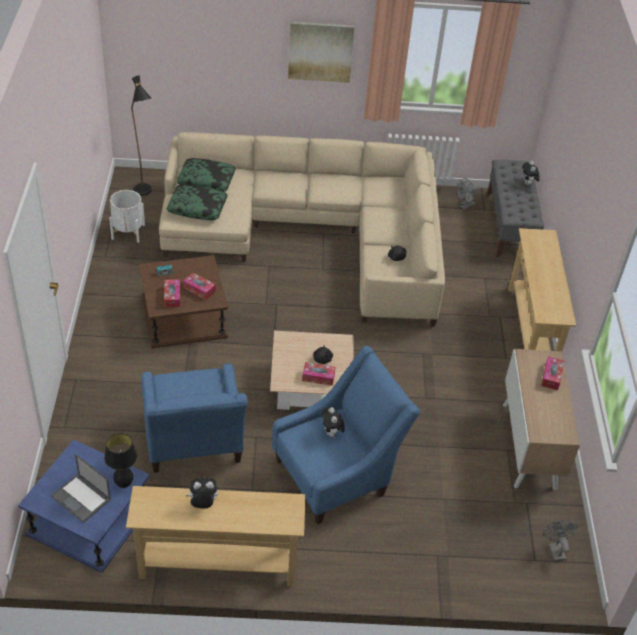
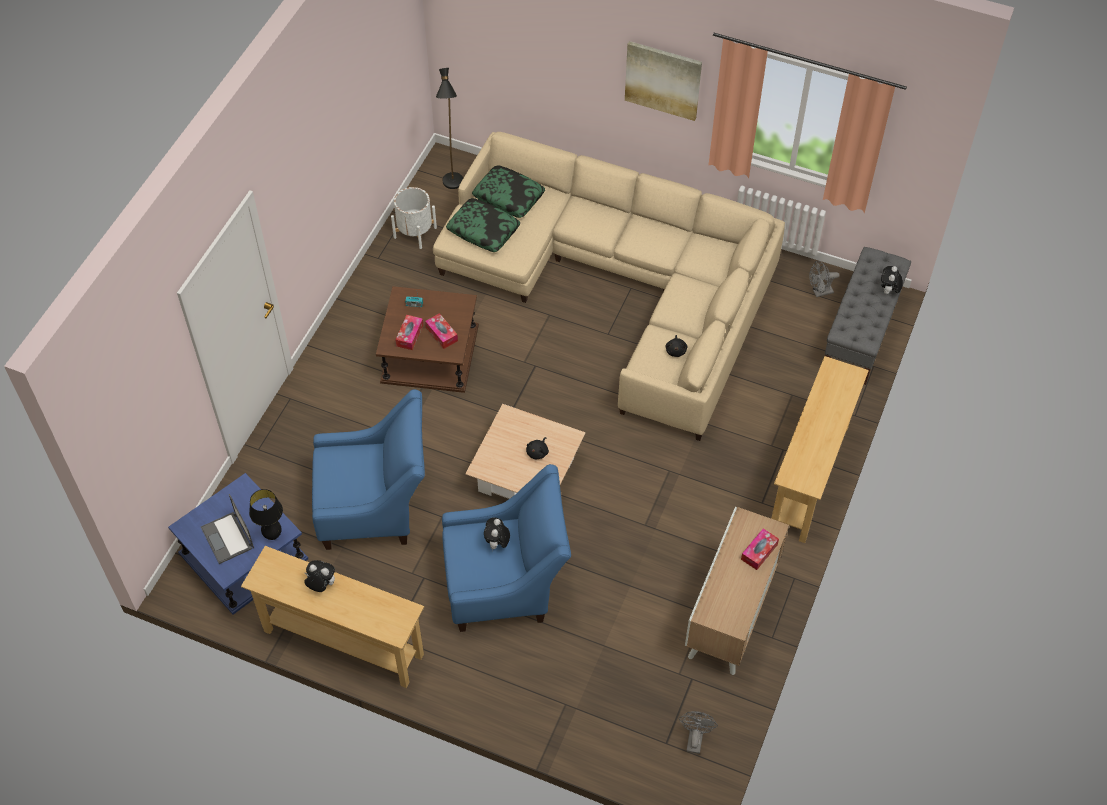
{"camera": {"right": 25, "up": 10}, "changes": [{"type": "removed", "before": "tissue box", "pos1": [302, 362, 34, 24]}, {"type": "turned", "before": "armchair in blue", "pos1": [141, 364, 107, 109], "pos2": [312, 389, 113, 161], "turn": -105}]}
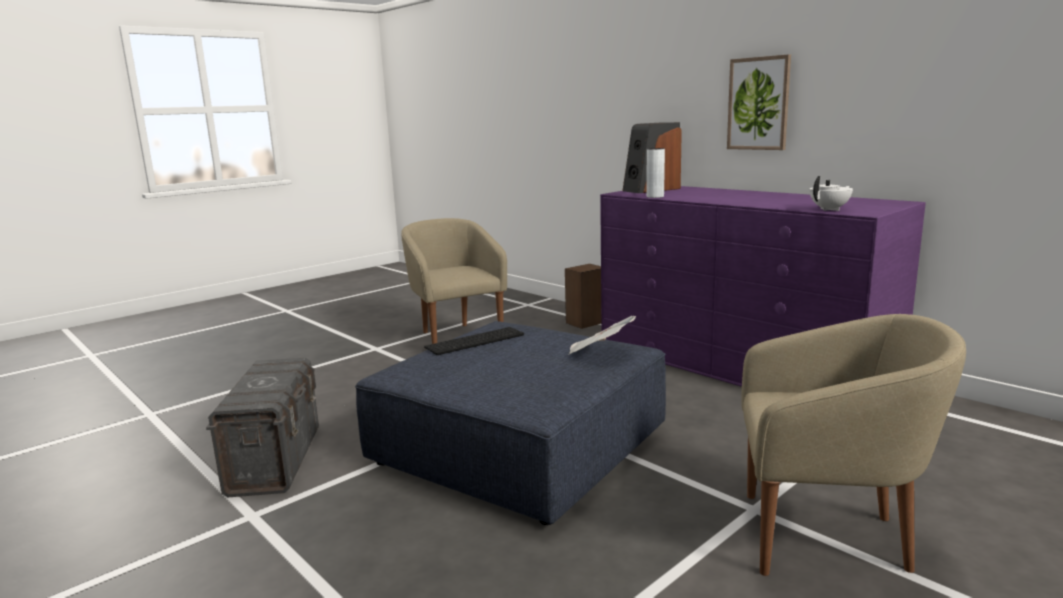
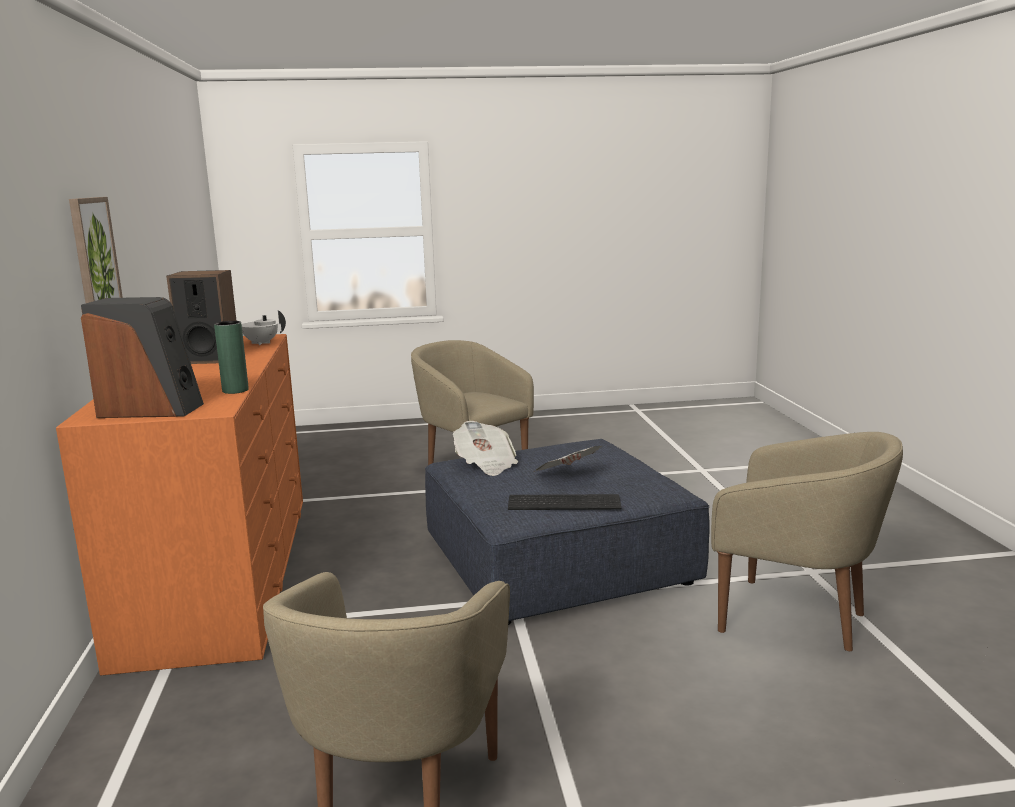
{"camera": {"right": -145, "up": 0}, "changes": [{"type": "added", "after": "newspaper", "pos2": [533, 446, 69, 26]}, {"type": "moved", "before": "speaker", "pos1": [565, 264, 36, 65], "pos2": [166, 270, 70, 94]}, {"type": "replaced", "before": "storage box in grey", "after": "armchair in beige", "pos1": [206, 358, 113, 139], "pos2": [711, 432, 192, 219]}, {"type": "recoloured", "before": "dresser in purple", "after": "dresser in orange", "pos1": [600, 186, 326, 201], "pos2": [56, 334, 247, 342]}, {"type": "recoloured", "before": "vase in grey", "after": "vase in green", "pos1": [646, 148, 19, 50], "pos2": [214, 321, 35, 73]}]}
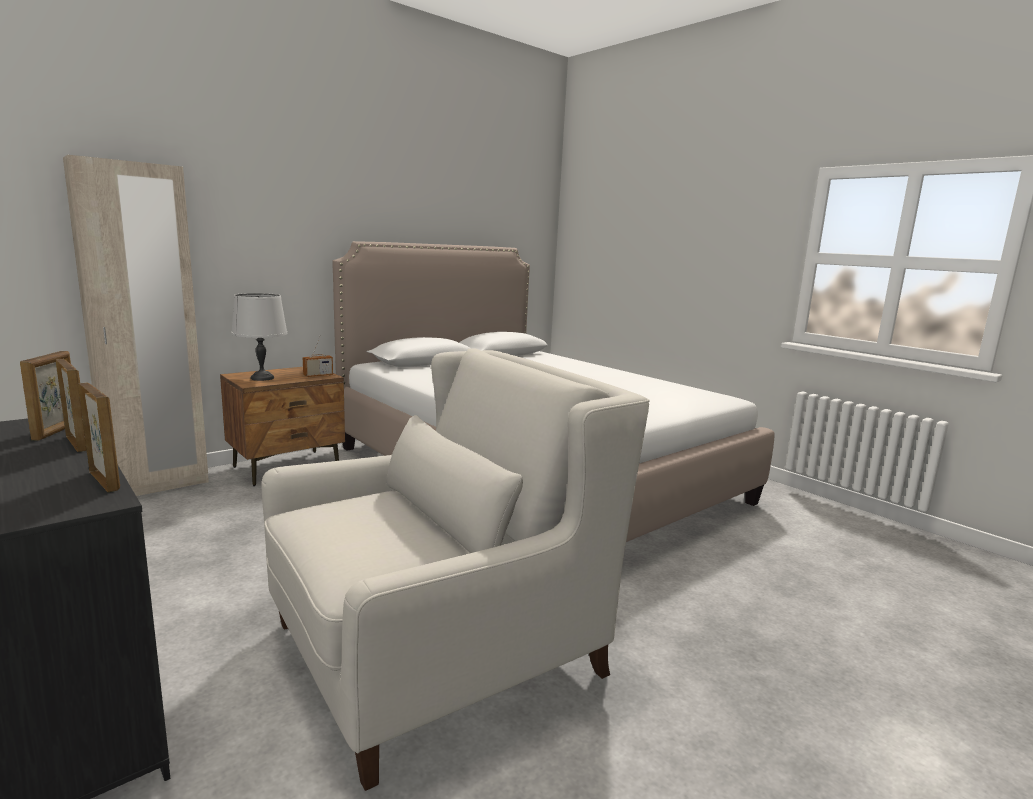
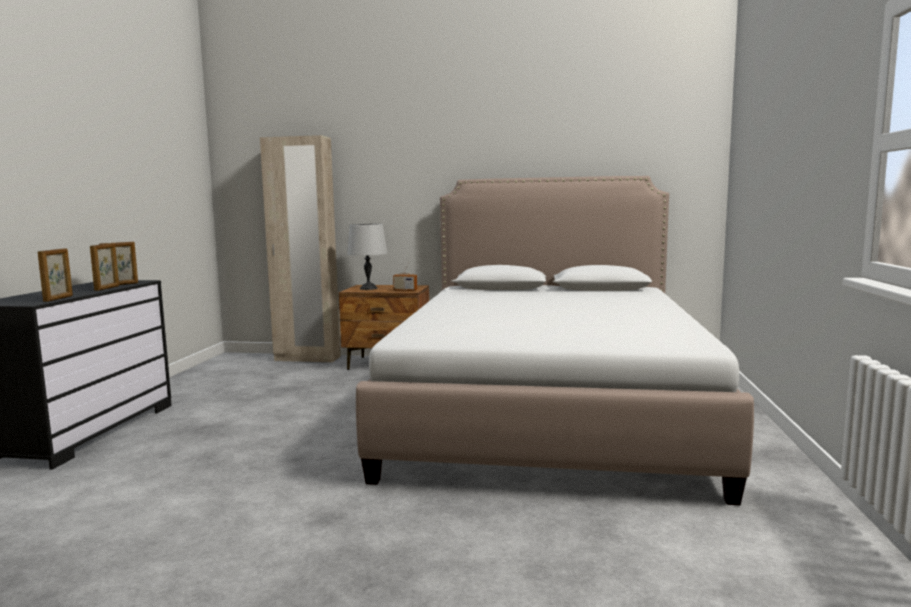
{"camera": {"right": 50, "up": -5}, "changes": [{"type": "removed", "before": "armchair in white", "pos1": [261, 348, 389, 443]}]}
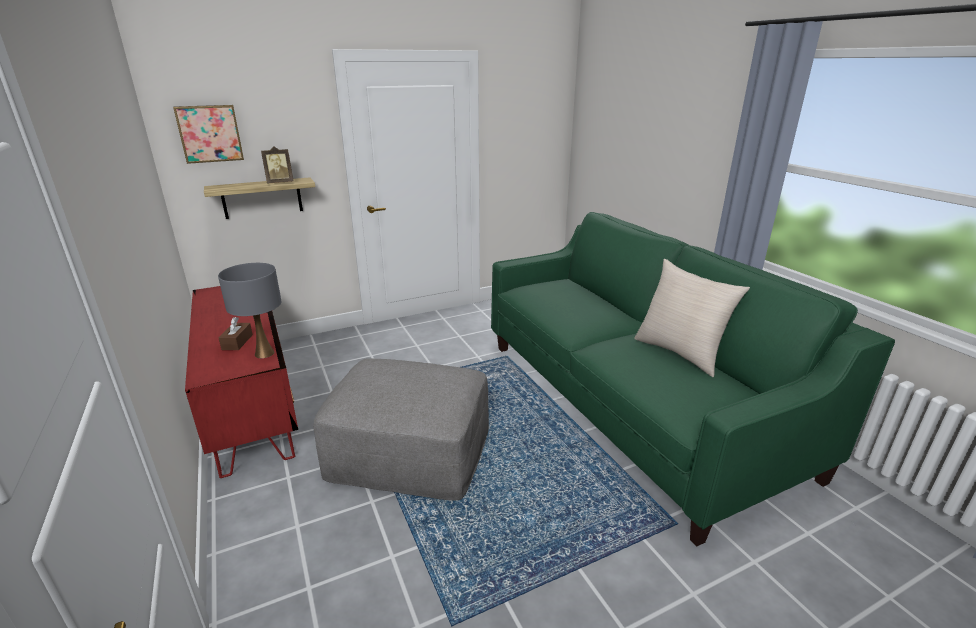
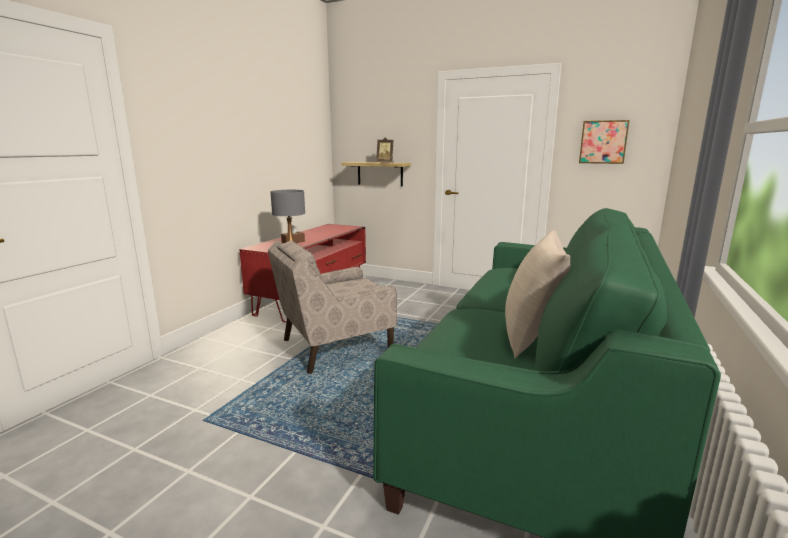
{"camera": {"right": 50, "up": -10}, "changes": [{"type": "moved", "before": "picture", "pos1": [173, 105, 71, 59], "pos2": [579, 120, 51, 44]}, {"type": "replaced", "before": "ottoman in grey", "after": "armchair in beige", "pos1": [313, 359, 176, 141], "pos2": [268, 241, 129, 133]}]}
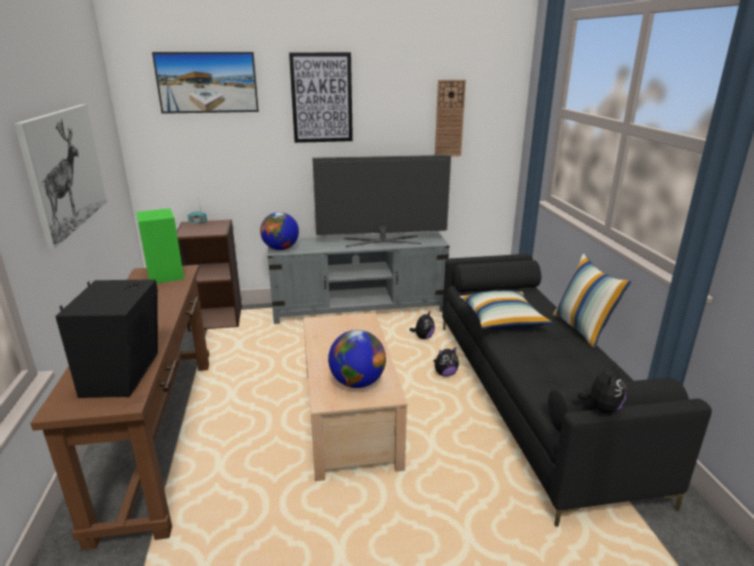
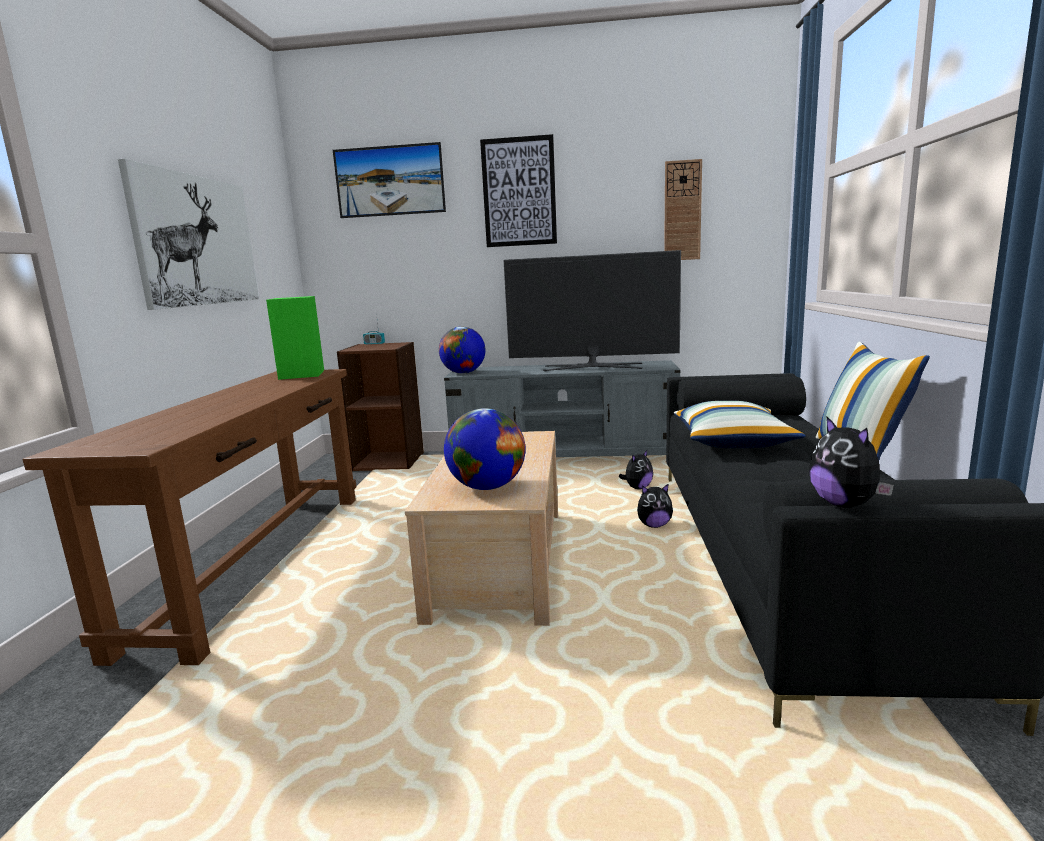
{"camera": {"right": 15, "up": -10}, "changes": [{"type": "removed", "before": "speaker in black", "pos1": [55, 279, 103, 119]}, {"type": "turned", "before": "plush toy", "pos1": [577, 362, 49, 52], "pos2": [809, 416, 85, 92], "turn": 120}]}
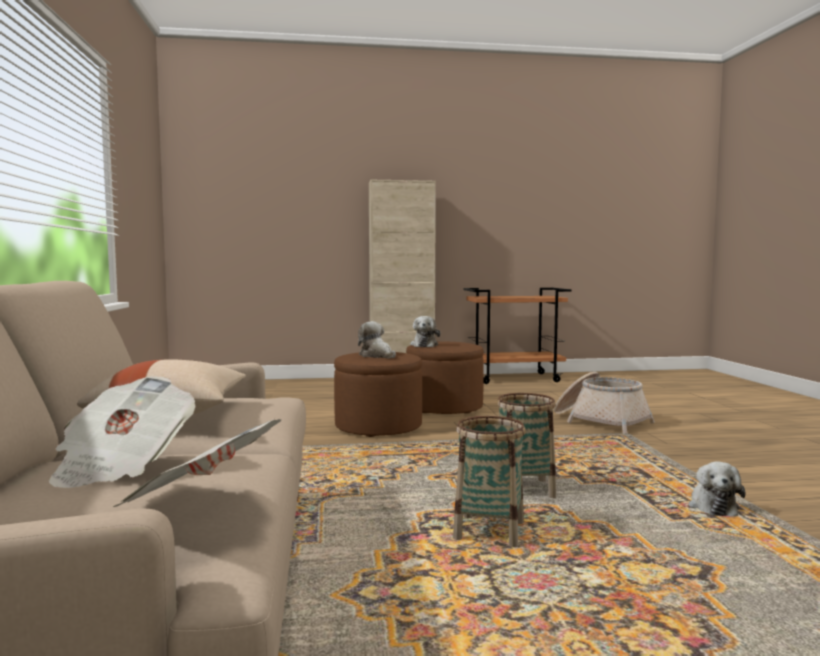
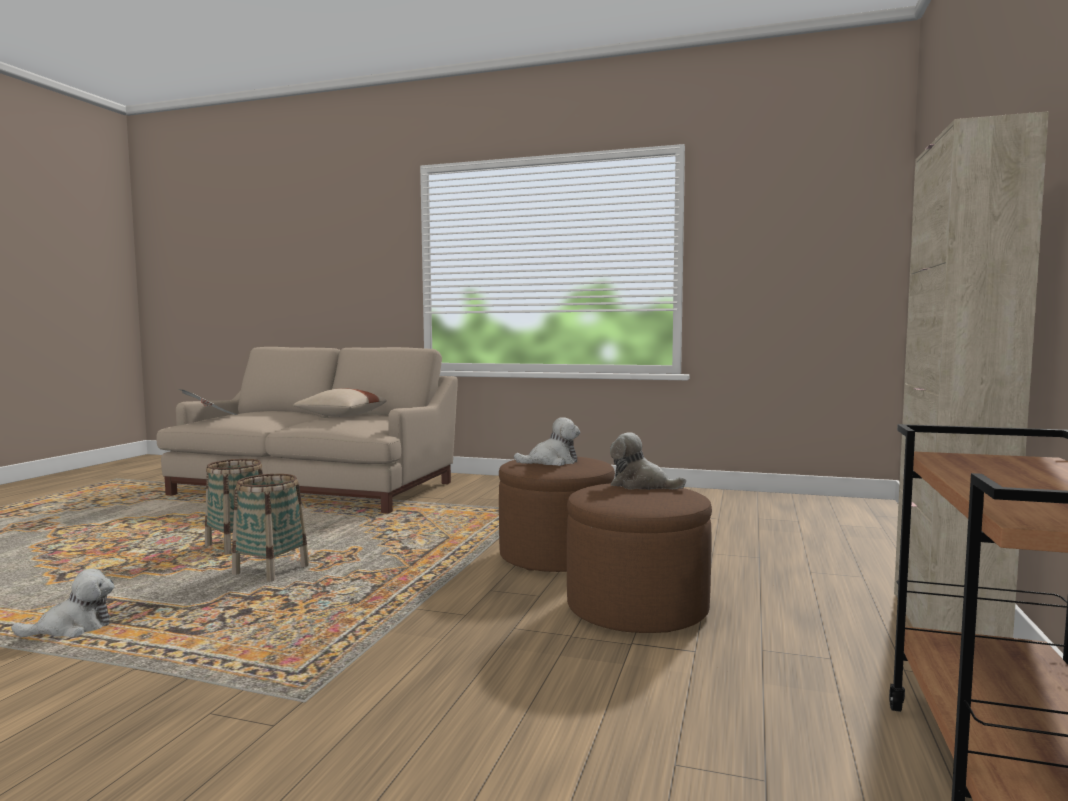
{"camera": {"right": 115, "up": 0}, "changes": [{"type": "removed", "before": "newspaper", "pos1": [49, 376, 147, 112]}, {"type": "removed", "before": "basket", "pos1": [554, 372, 101, 62]}, {"type": "turned", "before": "plush toy", "pos1": [688, 461, 57, 56], "pos2": [11, 568, 104, 69], "turn": 120}]}
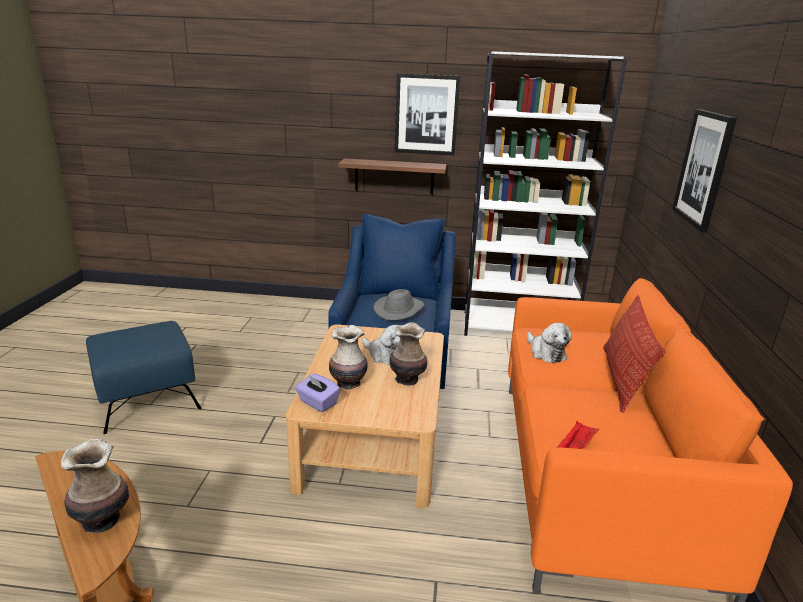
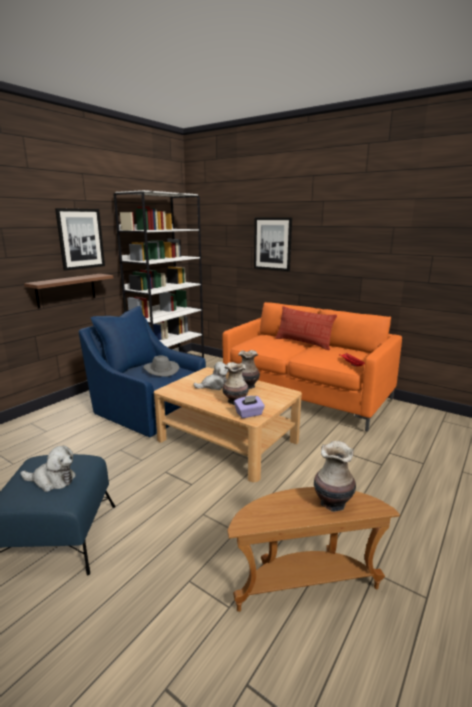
{"camera": {"right": -60, "up": -5}, "changes": [{"type": "moved", "before": "plush toy", "pos1": [527, 323, 45, 40], "pos2": [20, 446, 56, 46]}]}
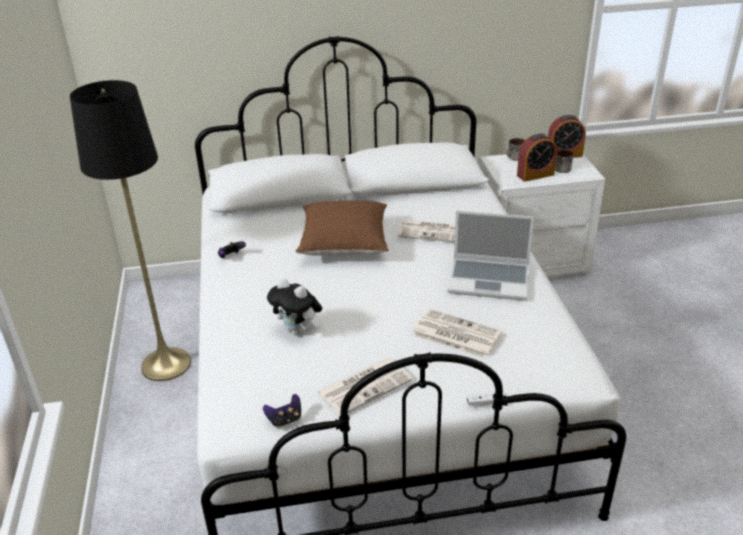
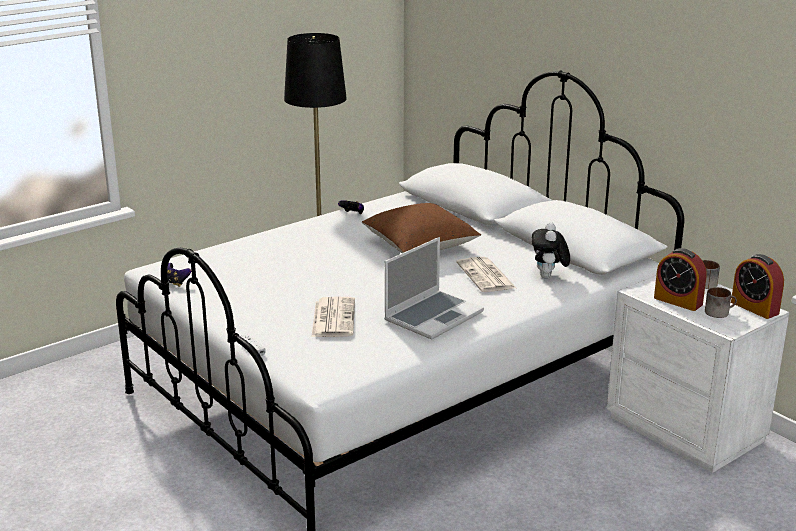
{"camera": {"right": 60, "up": -10}, "changes": [{"type": "removed", "before": "newspaper", "pos1": [317, 358, 96, 58]}, {"type": "moved", "before": "plush toy", "pos1": [267, 278, 55, 57], "pos2": [532, 222, 38, 56]}, {"type": "turned", "before": "laptop", "pos1": [447, 210, 87, 91], "pos2": [384, 237, 100, 103], "turn": -120}]}
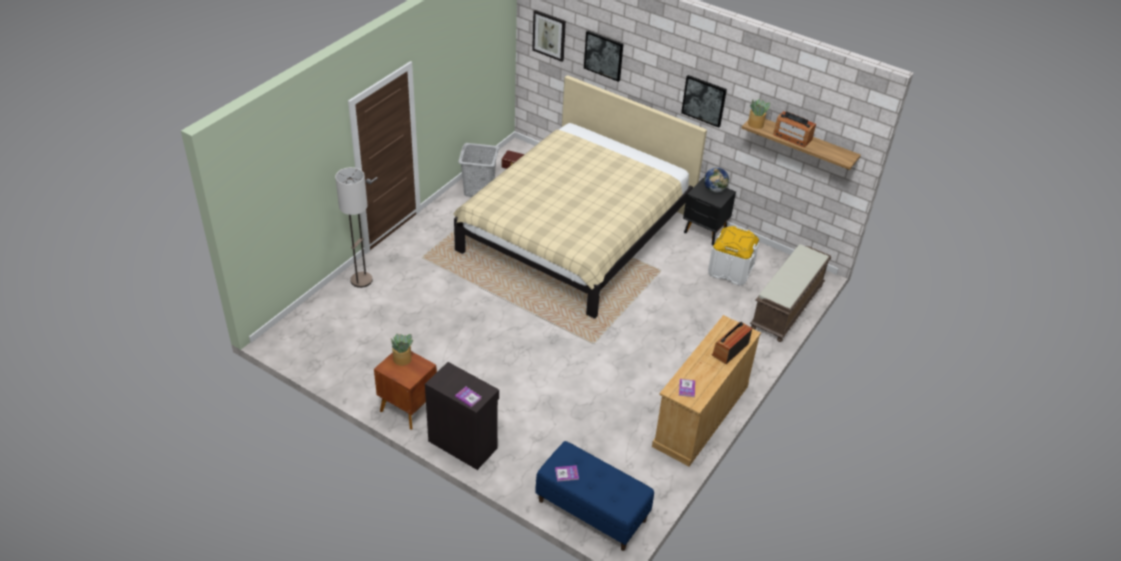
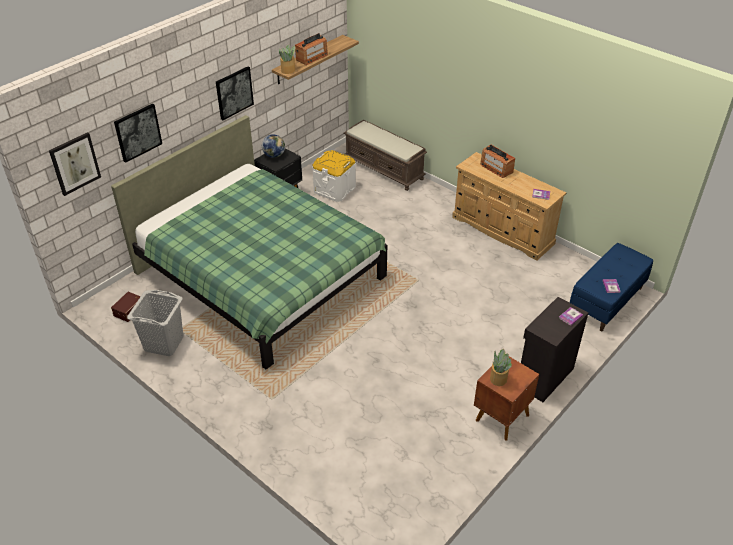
{"camera": {"right": -80, "up": 0}, "changes": [{"type": "removed", "before": "floor lamp", "pos1": [335, 167, 38, 121]}, {"type": "recoloured", "before": "bed in beige", "after": "bed in green", "pos1": [453, 75, 254, 244], "pos2": [111, 115, 276, 254]}]}
